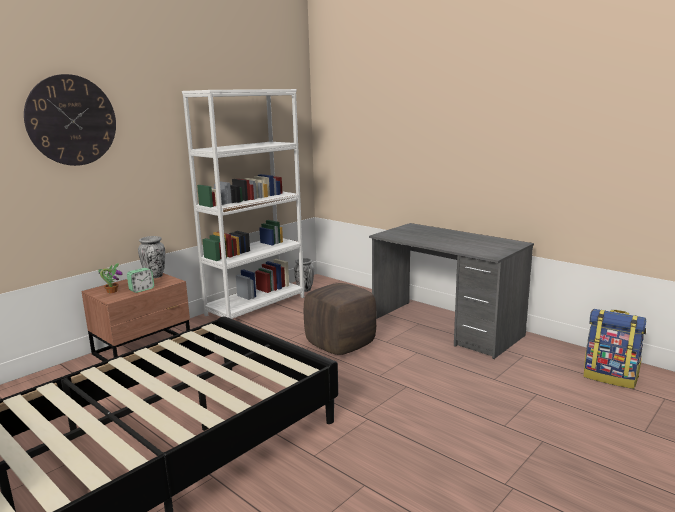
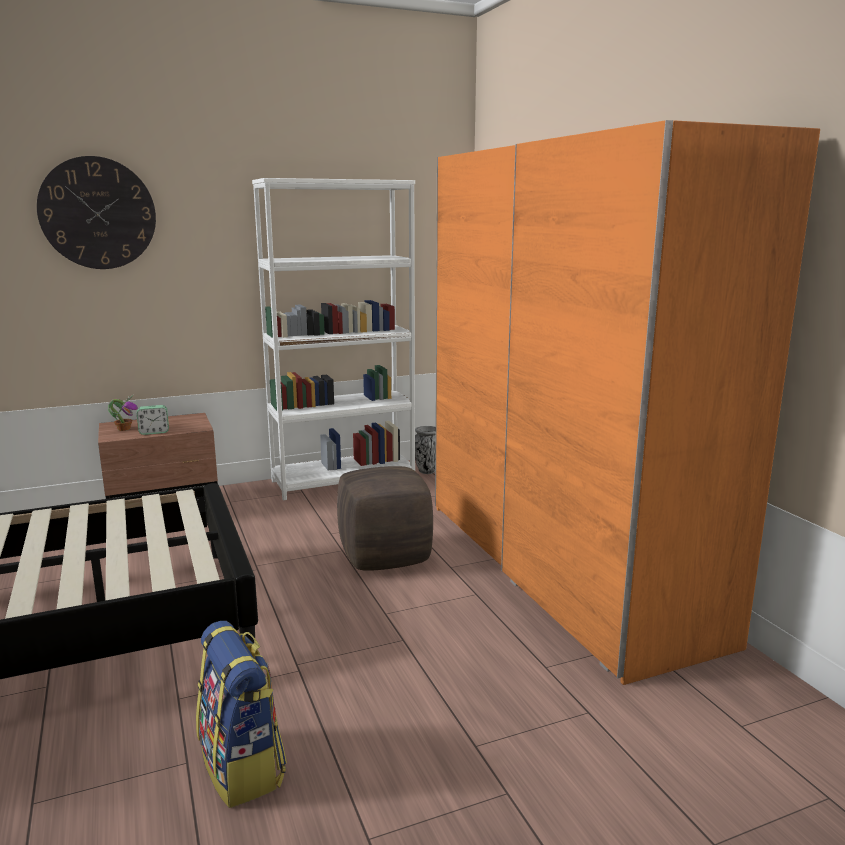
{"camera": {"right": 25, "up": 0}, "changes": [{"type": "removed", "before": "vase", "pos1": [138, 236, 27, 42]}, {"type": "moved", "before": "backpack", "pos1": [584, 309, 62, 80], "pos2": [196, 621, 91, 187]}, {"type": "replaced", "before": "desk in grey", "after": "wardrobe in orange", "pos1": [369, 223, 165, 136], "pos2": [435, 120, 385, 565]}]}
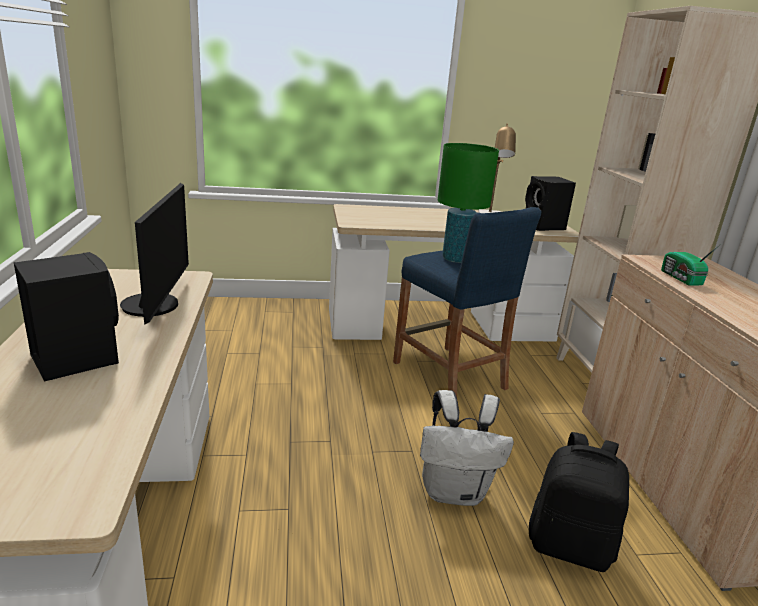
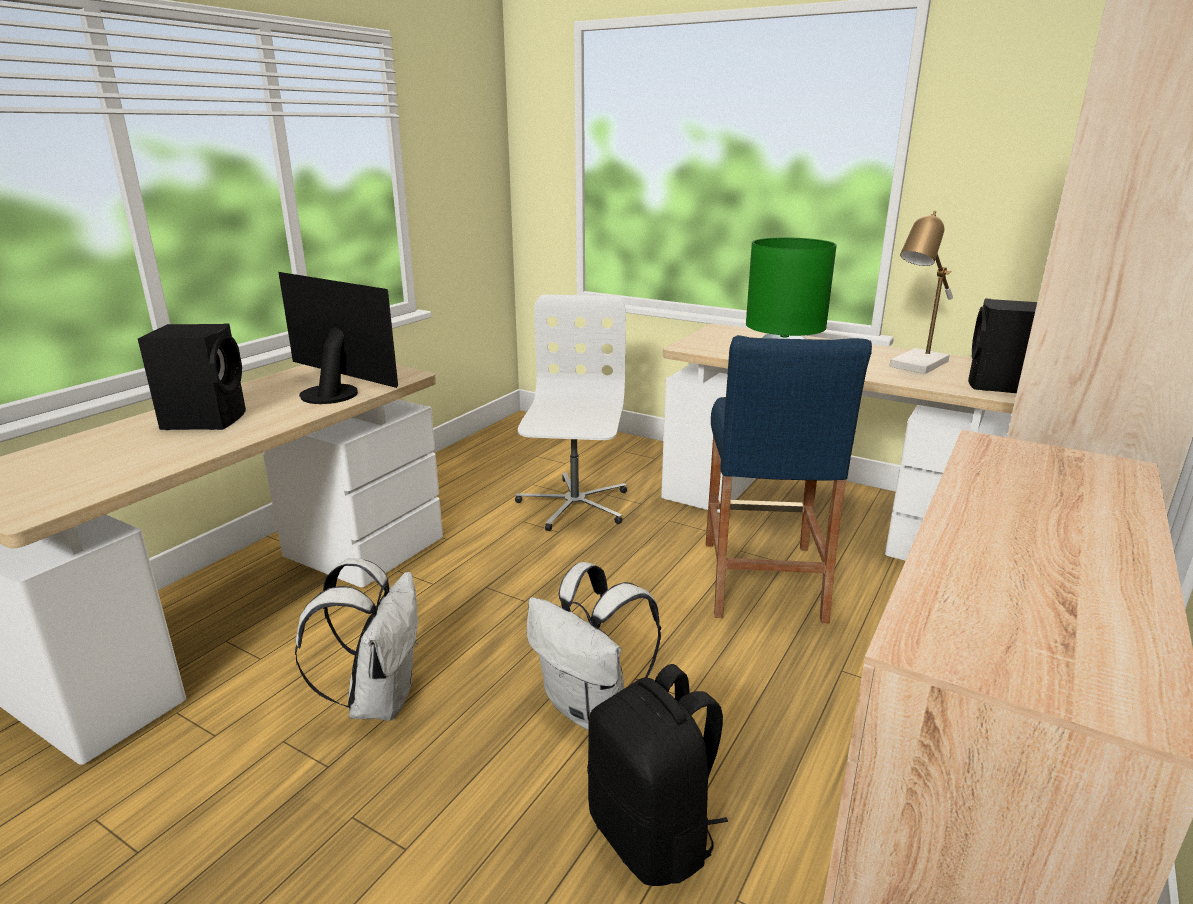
{"camera": {"right": 40, "up": 0}, "changes": [{"type": "removed", "before": "radio", "pos1": [661, 244, 60, 41]}, {"type": "added", "after": "backpack in white", "pos2": [295, 558, 124, 163]}, {"type": "added", "after": "office chair in white", "pos2": [515, 294, 112, 237]}, {"type": "turned", "before": "monitor", "pos1": [120, 183, 69, 142], "pos2": [278, 272, 120, 132], "turn": -90}]}
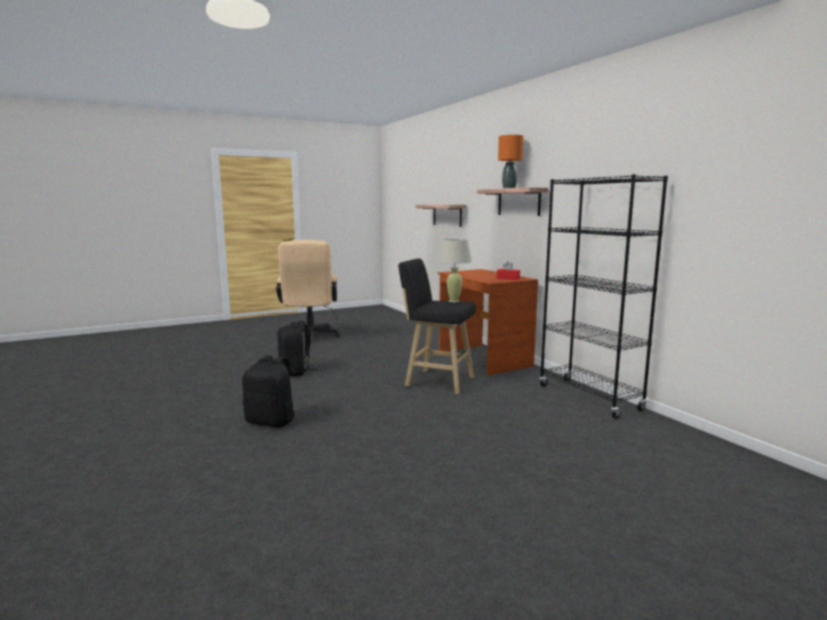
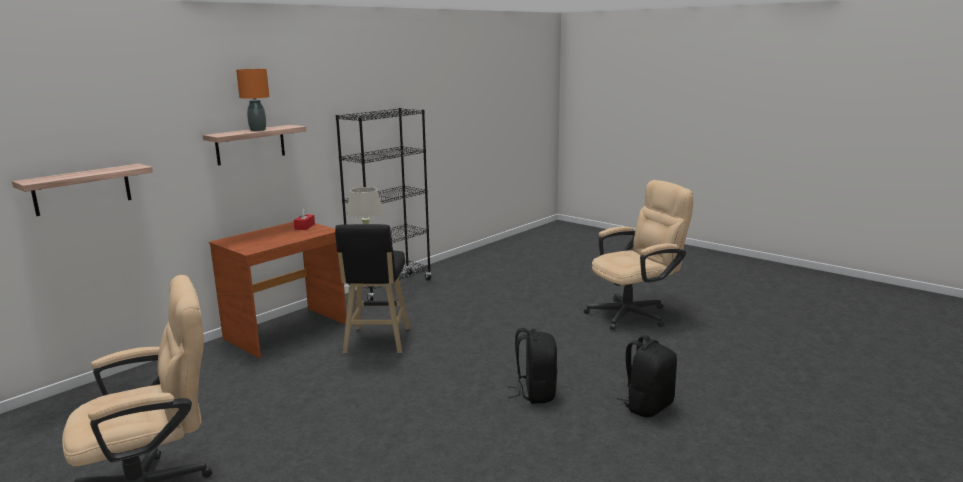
{"camera": {"right": -110, "up": 5}, "changes": [{"type": "added", "after": "office chair in beige", "pos2": [584, 180, 110, 150]}, {"type": "moved", "before": "backpack in black", "pos1": [277, 321, 41, 55], "pos2": [617, 335, 60, 82]}]}
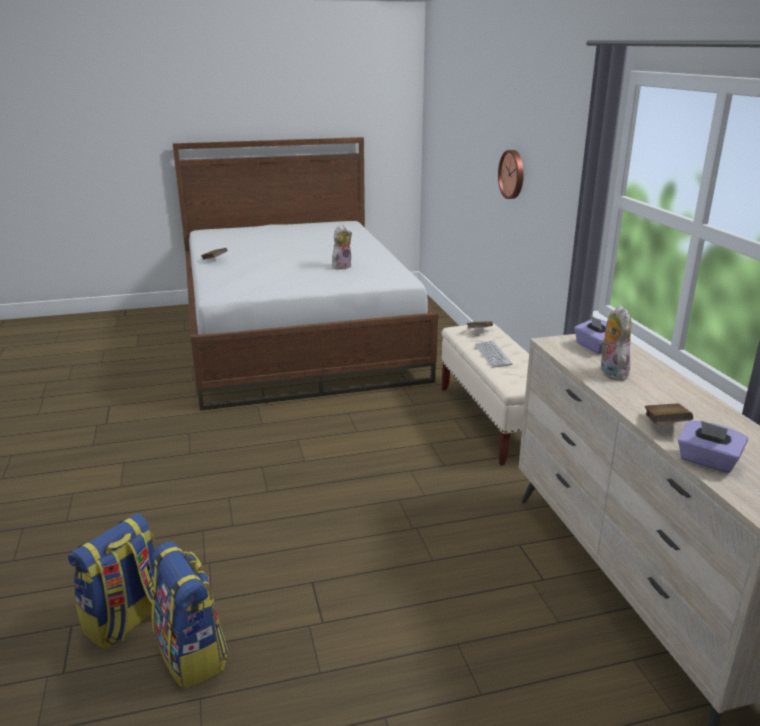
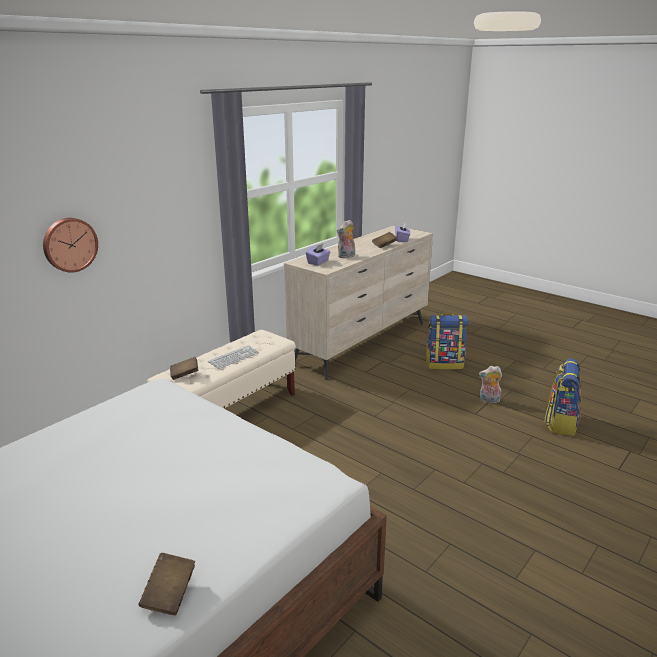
{"camera": {"right": -125, "up": 0}, "changes": [{"type": "moved", "before": "backpack", "pos1": [68, 513, 90, 137], "pos2": [425, 313, 44, 57]}, {"type": "moved", "before": "plush toy", "pos1": [332, 225, 20, 44], "pos2": [479, 366, 23, 37]}]}
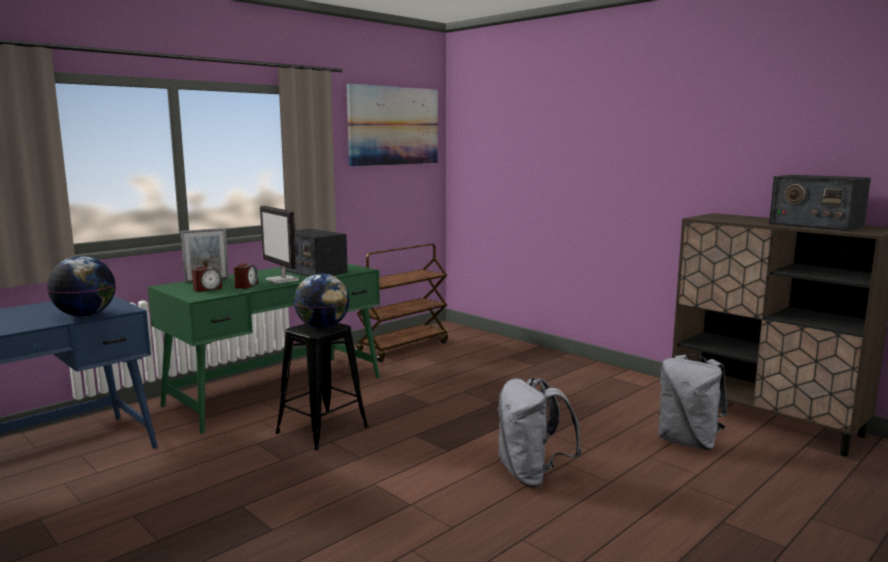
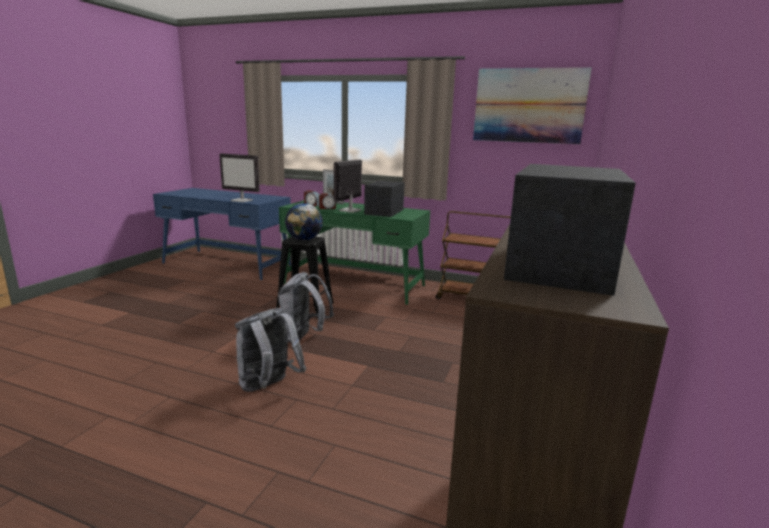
{"camera": {"right": 65, "up": 5}, "changes": [{"type": "moved", "before": "backpack in grey", "pos1": [658, 354, 70, 96], "pos2": [278, 272, 56, 71]}, {"type": "replaced", "before": "globe", "after": "monitor", "pos1": [47, 256, 69, 61], "pos2": [219, 153, 41, 49]}]}
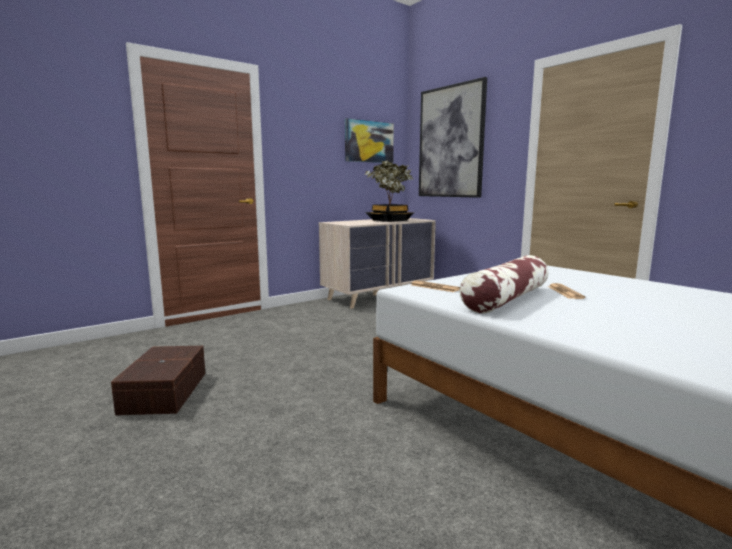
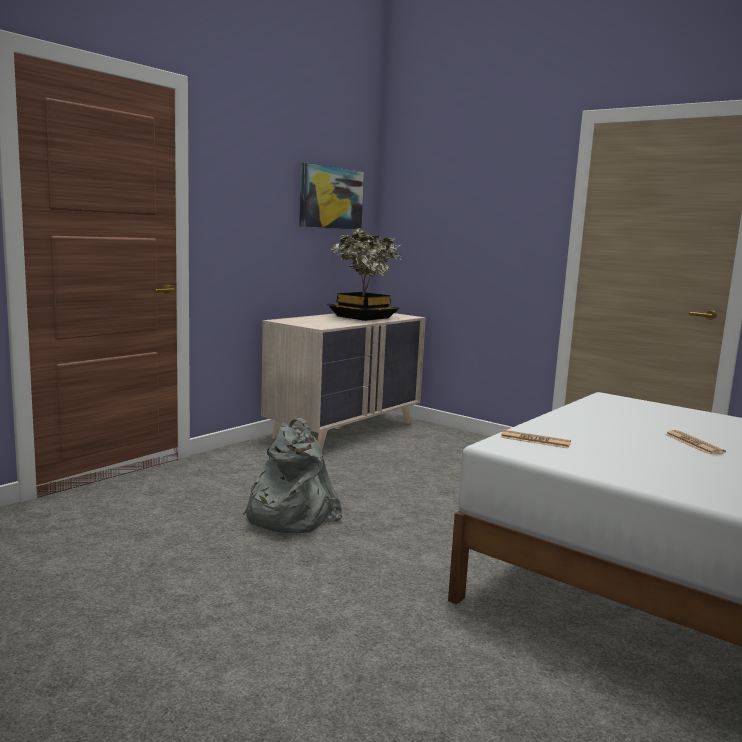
{"camera": {"right": -15, "up": 0}, "changes": [{"type": "removed", "before": "storage box in brown", "pos1": [111, 346, 95, 69]}, {"type": "removed", "before": "picture", "pos1": [419, 77, 68, 121]}, {"type": "removed", "before": "pillow", "pos1": [459, 255, 89, 58]}, {"type": "added", "after": "backpack in grey", "pos2": [243, 418, 99, 115]}]}
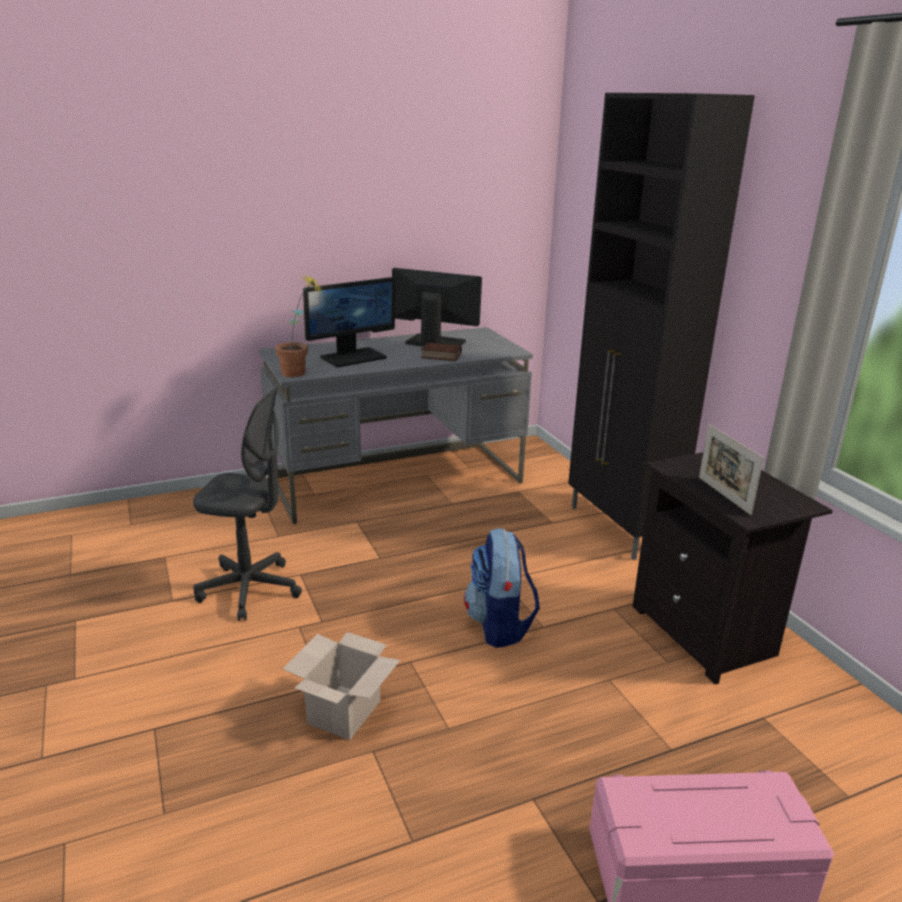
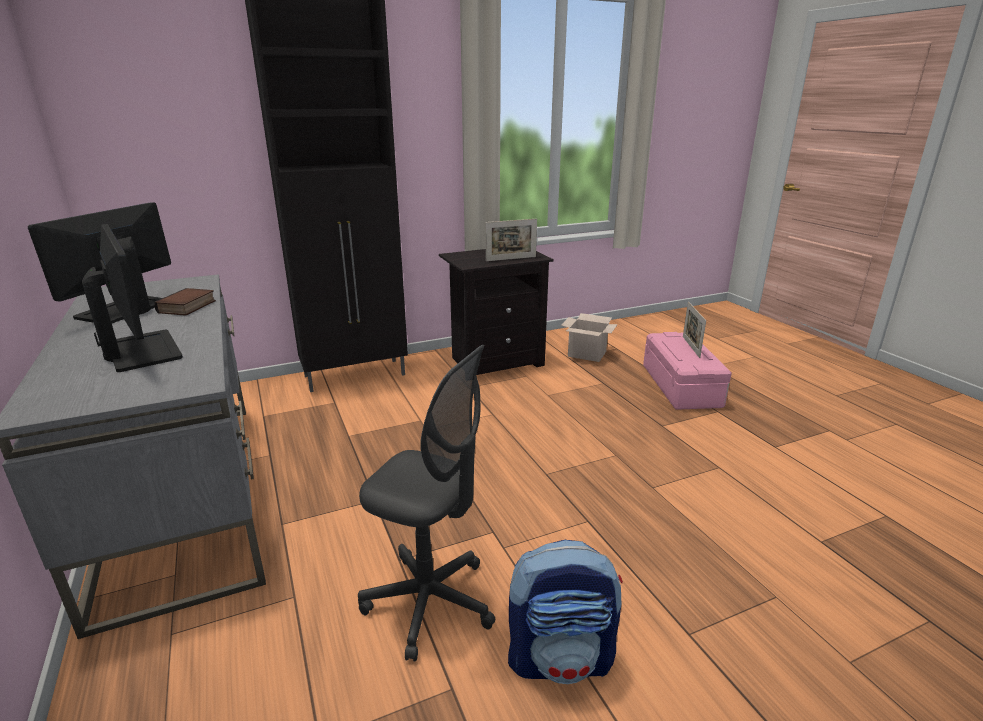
{"camera": {"right": -90, "up": 0}, "changes": [{"type": "removed", "before": "potted plant", "pos1": [275, 275, 48, 102]}, {"type": "added", "after": "picture frame", "pos2": [683, 302, 23, 56]}, {"type": "moved", "before": "cardboard box", "pos1": [283, 632, 117, 108], "pos2": [561, 313, 57, 49]}, {"type": "moved", "before": "backpack", "pos1": [464, 528, 76, 120], "pos2": [508, 540, 115, 144]}, {"type": "turned", "before": "office chair in grey", "pos1": [193, 386, 109, 235], "pos2": [358, 345, 138, 317], "turn": 105}]}
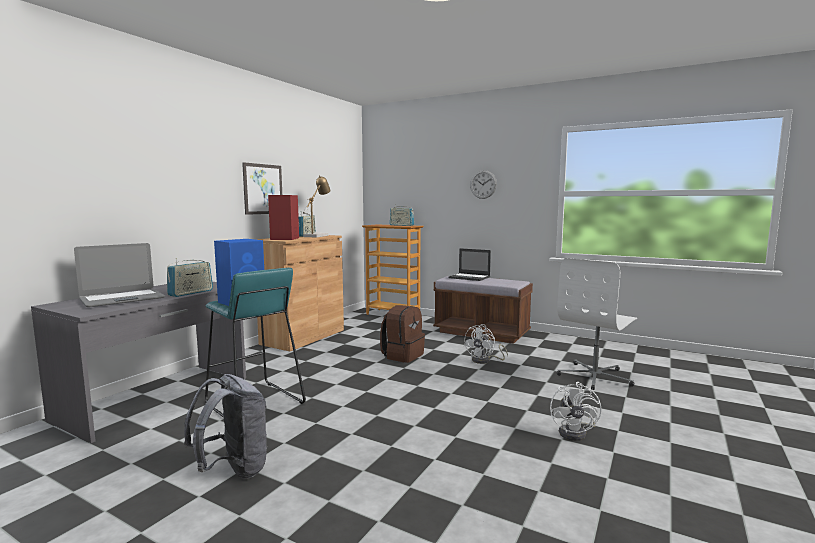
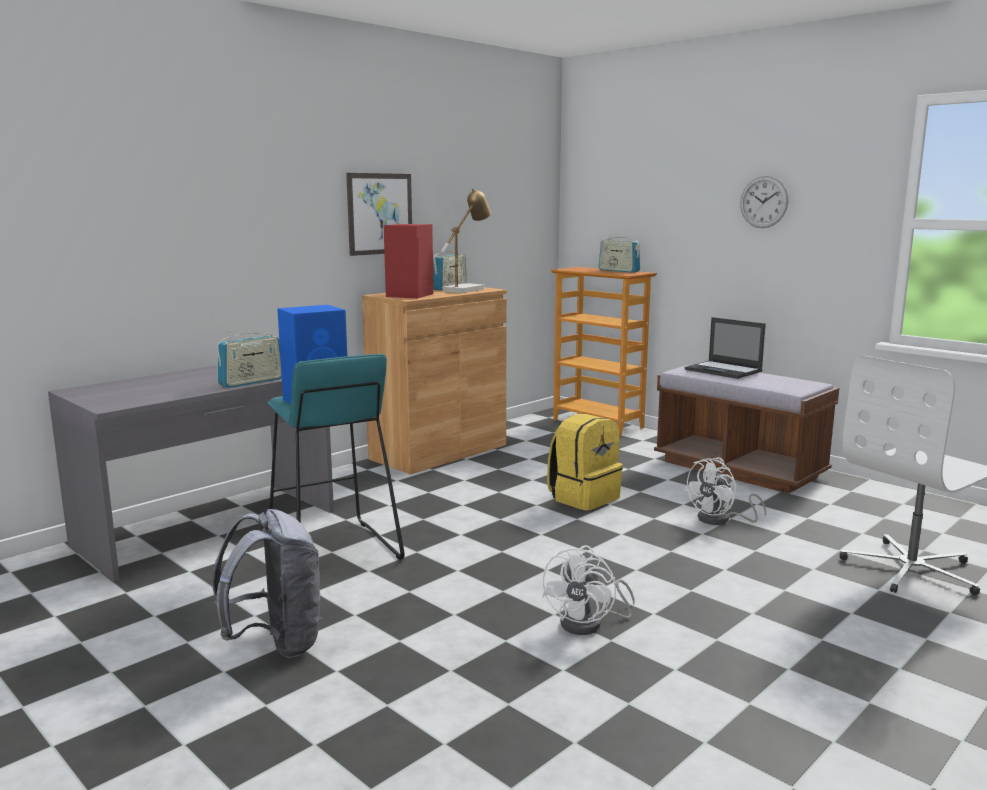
{"camera": {"right": 15, "up": 5}, "changes": [{"type": "removed", "before": "laptop", "pos1": [74, 243, 92, 64]}, {"type": "moved", "before": "fan in white", "pos1": [550, 382, 51, 59], "pos2": [542, 546, 93, 89]}, {"type": "recoloured", "before": "backpack in brown", "after": "backpack in yellow", "pos1": [380, 305, 45, 58], "pos2": [547, 414, 76, 97]}]}
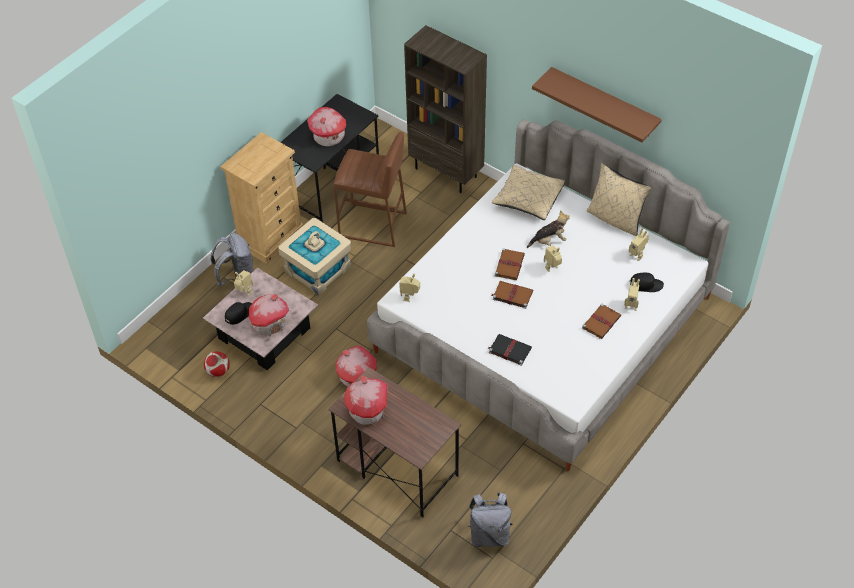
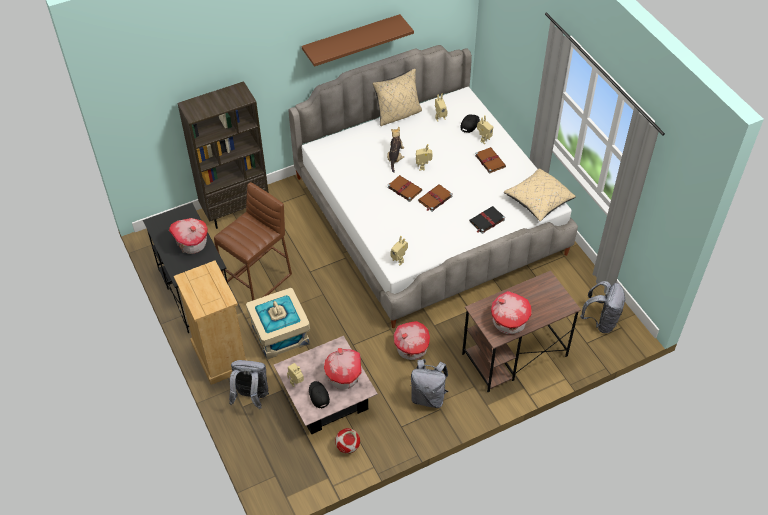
{"camera": {"right": -65, "up": 0}, "changes": [{"type": "added", "after": "backpack in grey", "pos2": [410, 359, 38, 49]}, {"type": "moved", "before": "pillow in beige", "pos1": [492, 165, 74, 55], "pos2": [504, 168, 72, 53]}]}
